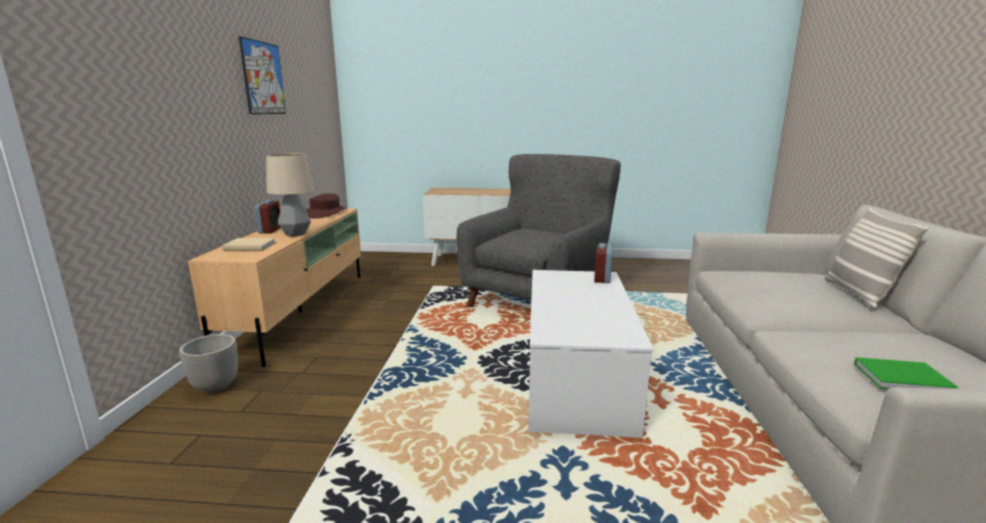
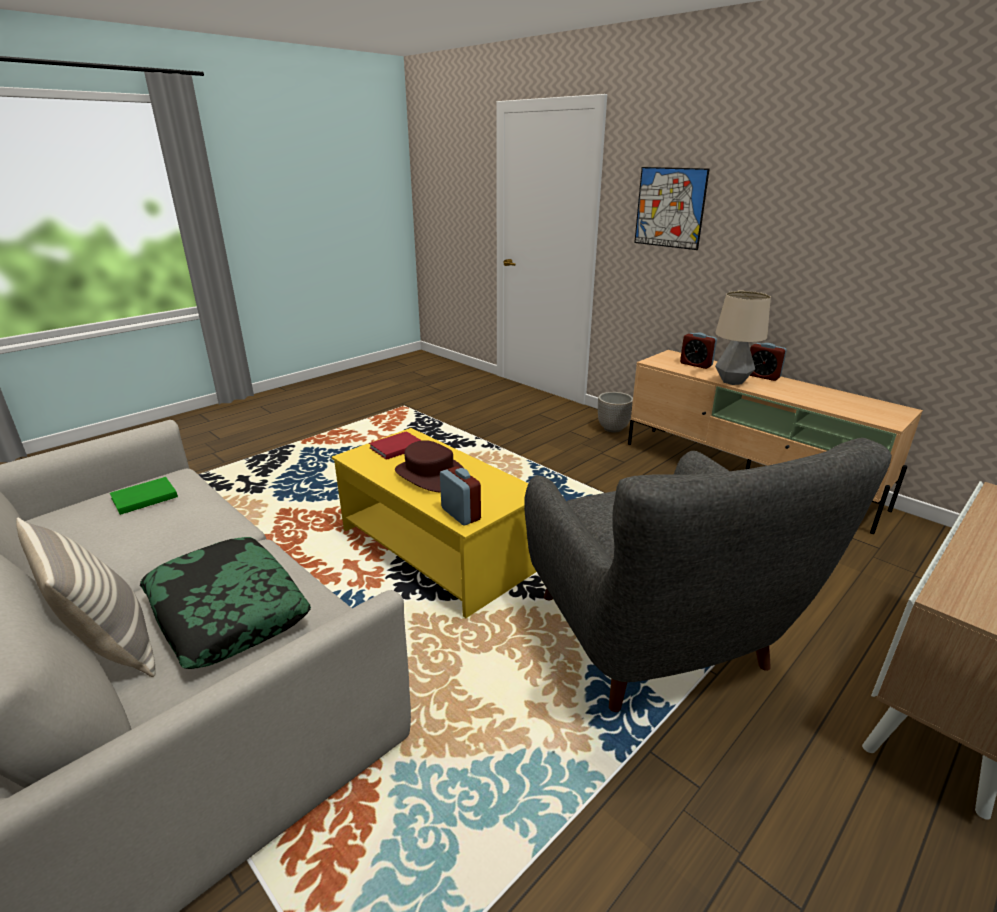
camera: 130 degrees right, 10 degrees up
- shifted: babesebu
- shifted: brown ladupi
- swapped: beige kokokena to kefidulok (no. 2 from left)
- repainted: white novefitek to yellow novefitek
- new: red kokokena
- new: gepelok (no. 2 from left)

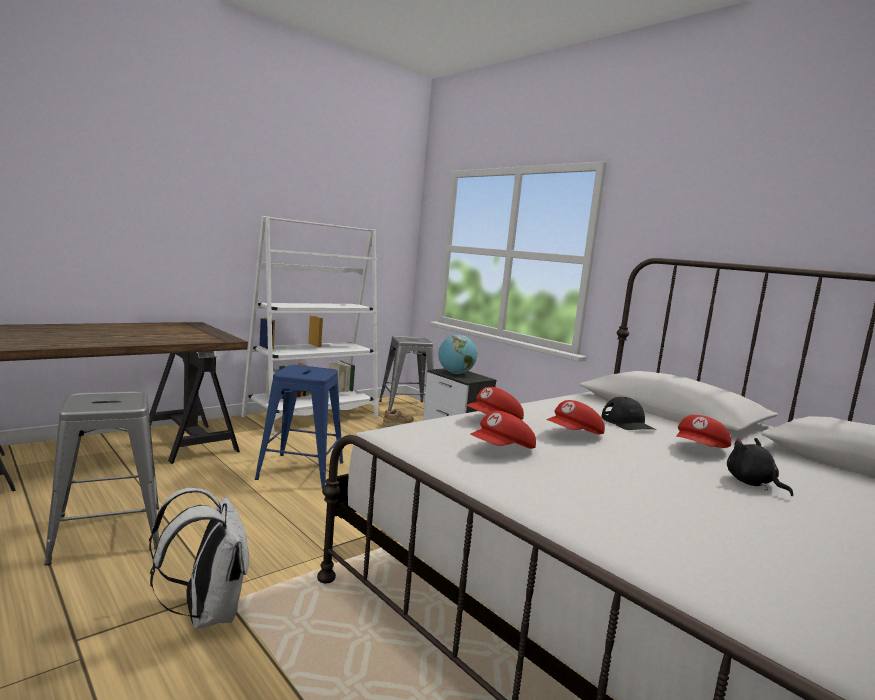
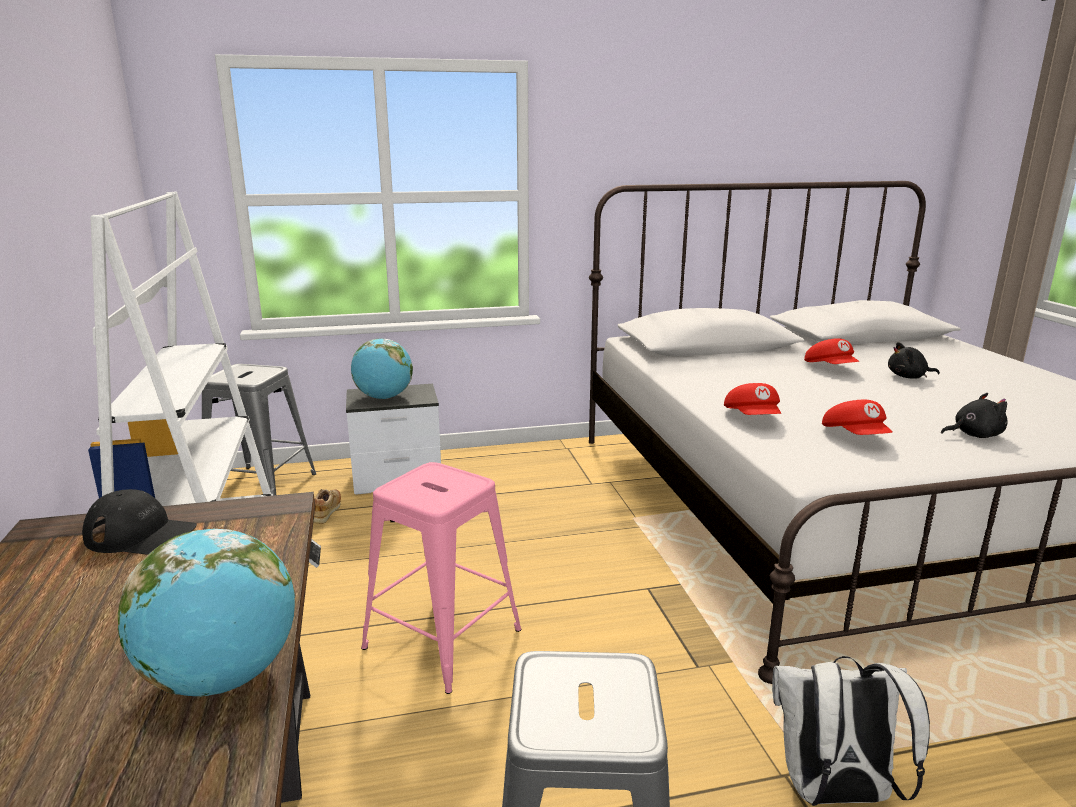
camera: 60 degrees left, 10 degrees up
- repainted: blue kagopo to pink kagopo
- shifted: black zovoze
- gone: red zovoze (no. 3 from left)
- new: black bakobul (no. 2 from left)
- new: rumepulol (no. 1 from left)

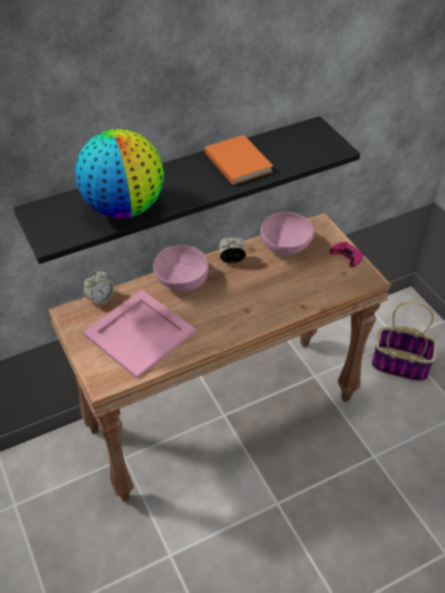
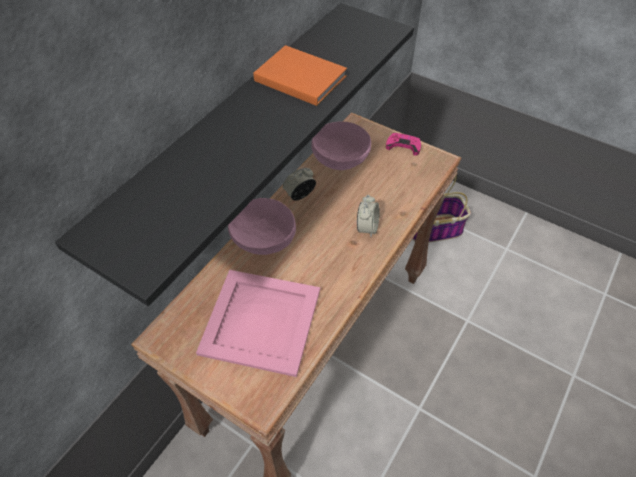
camera: 30 degrees left, 5 degrees up
- gone: rumepulol
- shifted: kefidulok (no. 1 from left in the first image) to kefidulok (no. 2 from left)

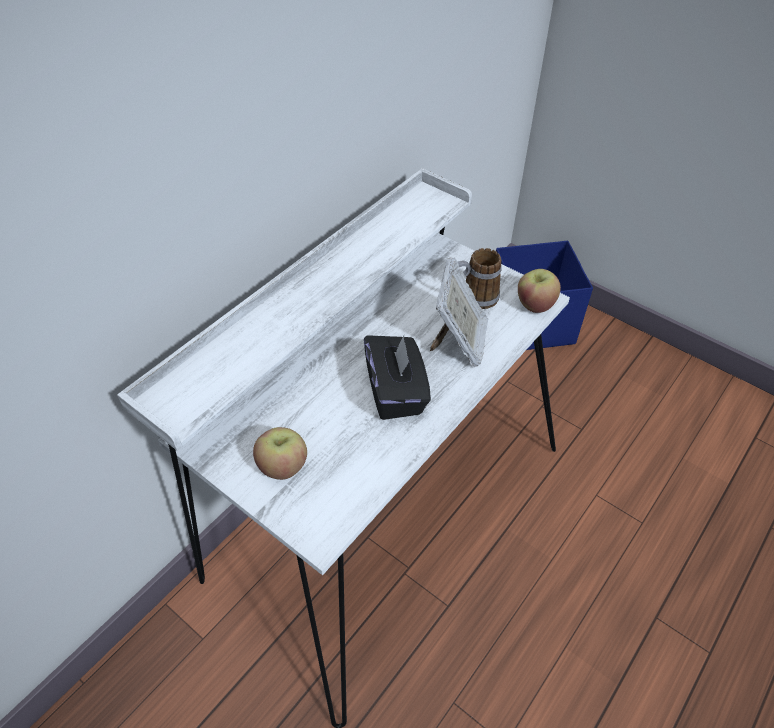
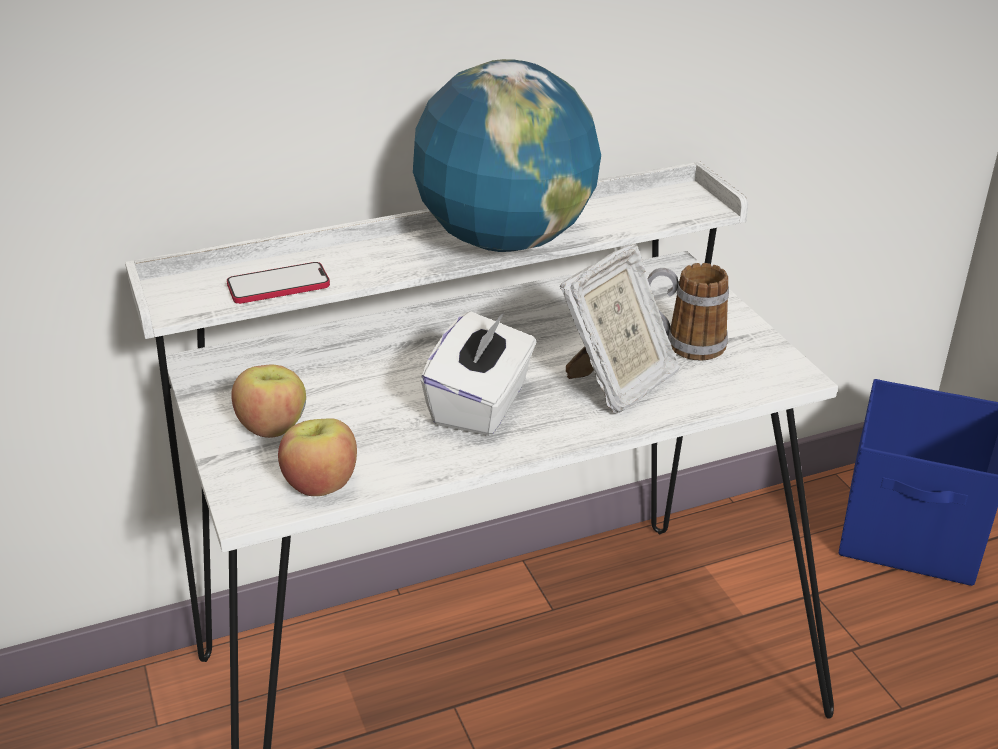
camera: 30 degrees right, 15 degrees down
- shifted: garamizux (no. 2 from left)
- repainted: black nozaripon to white nozaripon
- new: rumepulol
- new: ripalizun

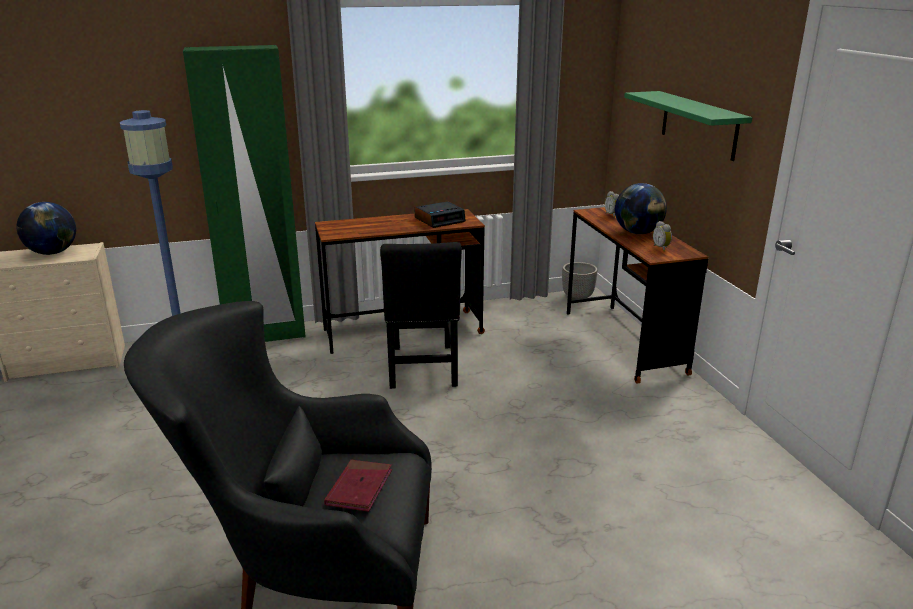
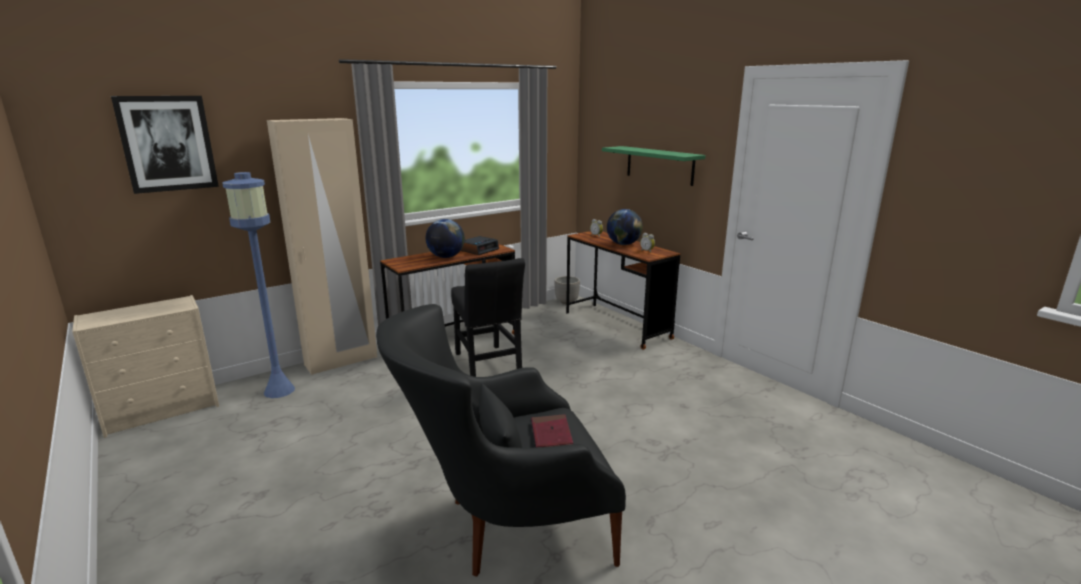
camera: 20 degrees left, 5 degrees down
- repainted: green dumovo to beige dumovo
- shifted: rumepulol (no. 1 from left)
- new: babesebu

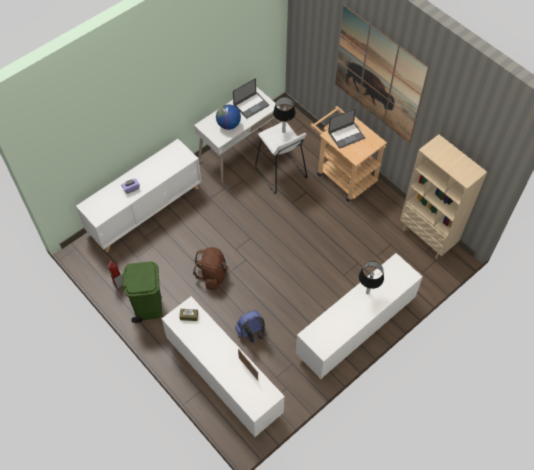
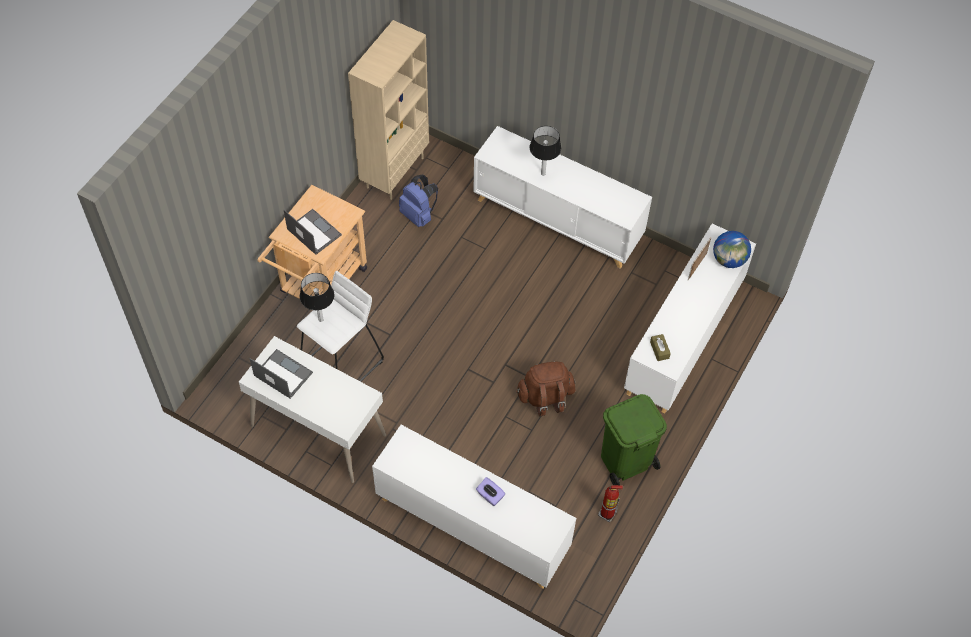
camera: 110 degrees left, 0 degrees up
- gone: babesebu
- shifted: rumepulol
- shifted: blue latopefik

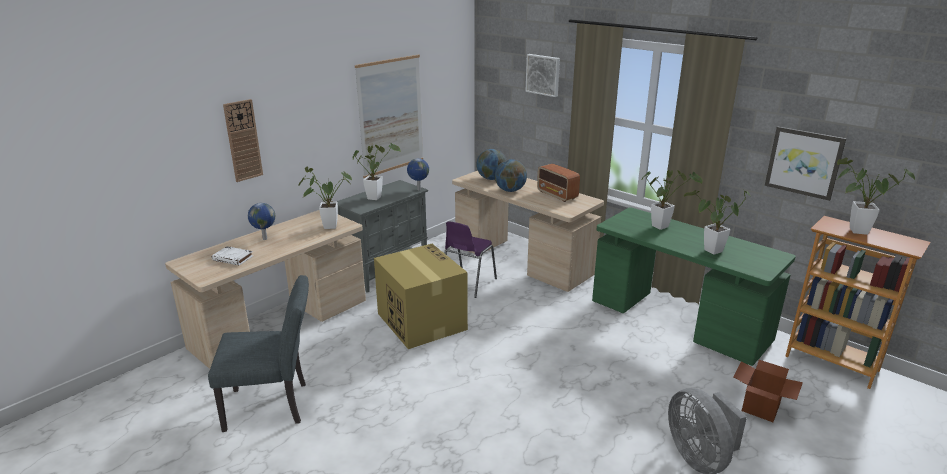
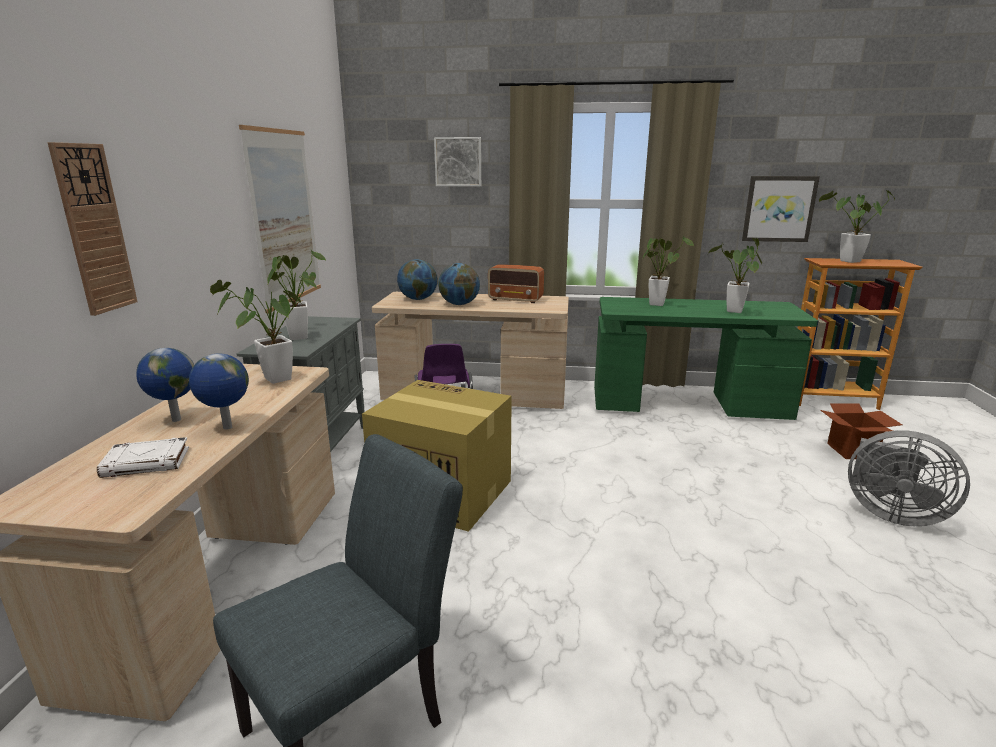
camera: 35 degrees left, 5 degrees down
- shifted: rumepulol (no. 2 from left)

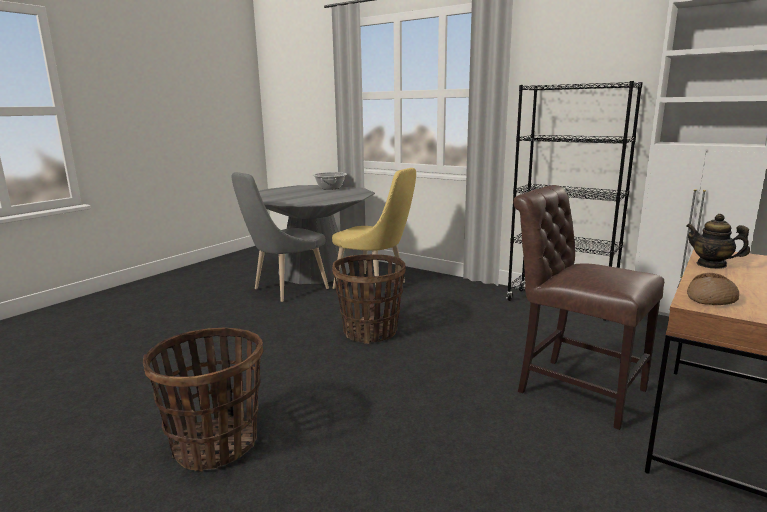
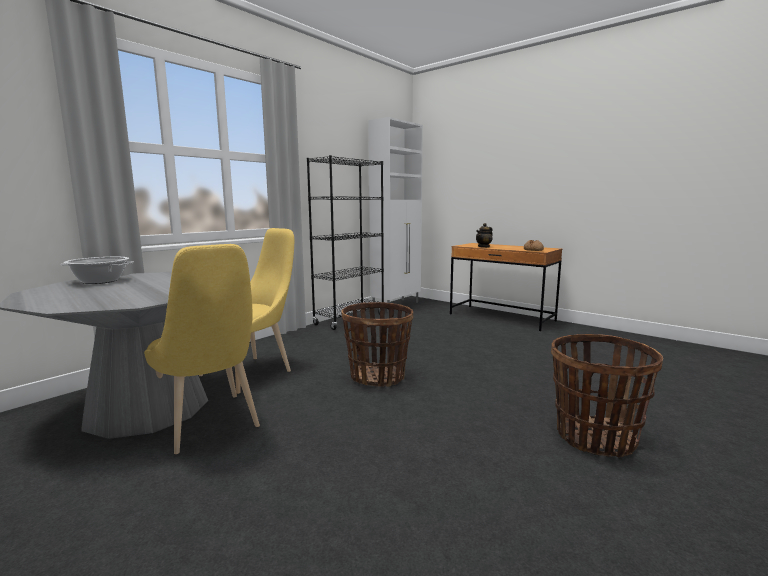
camera: 85 degrees left, 5 degrees down
- repainted: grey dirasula to yellow dirasula (no. 1 from left)
- gone: brown dirasula

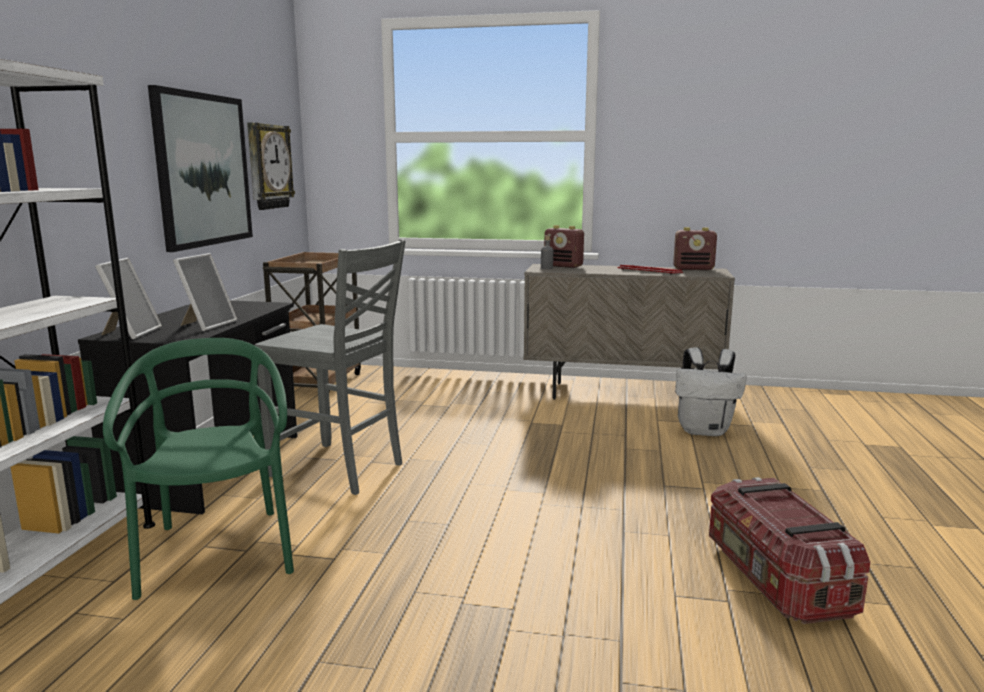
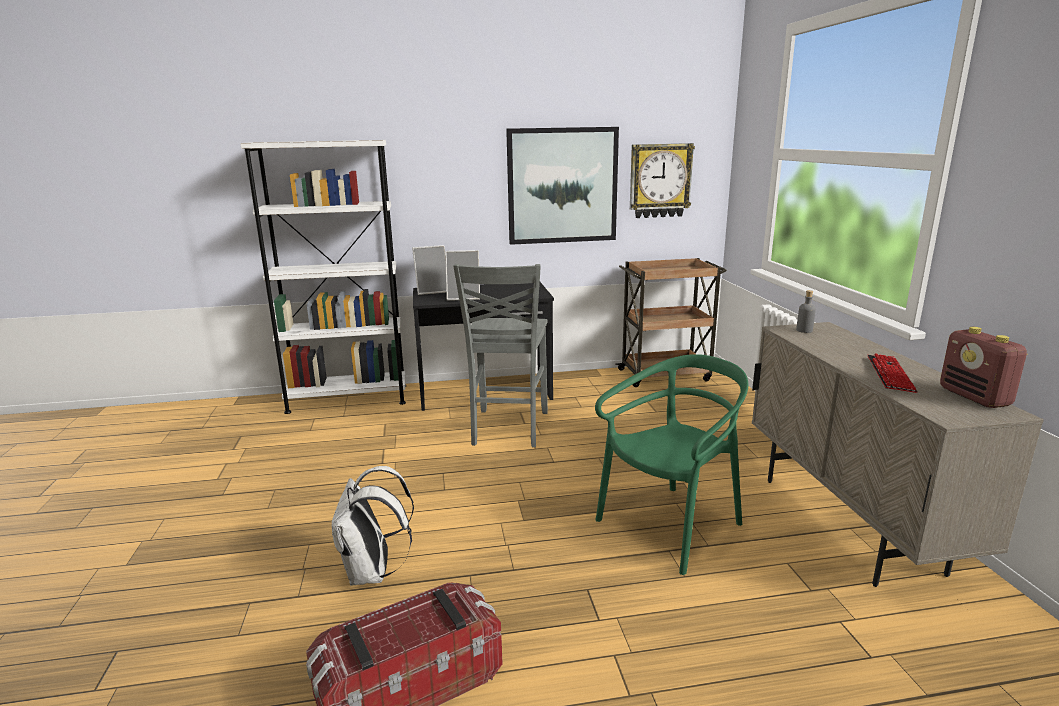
camera: 70 degrees right, 5 degrees up
- gone: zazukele (no. 1 from left)
- shifted: green dirasula
- shifted: white latopefik

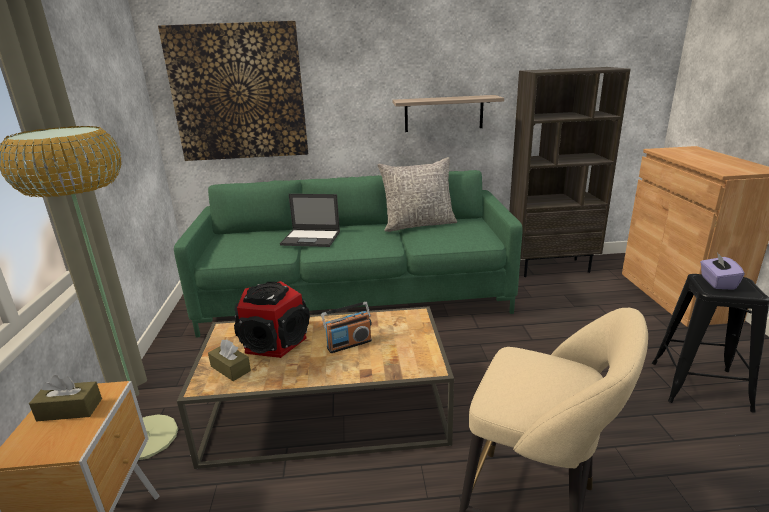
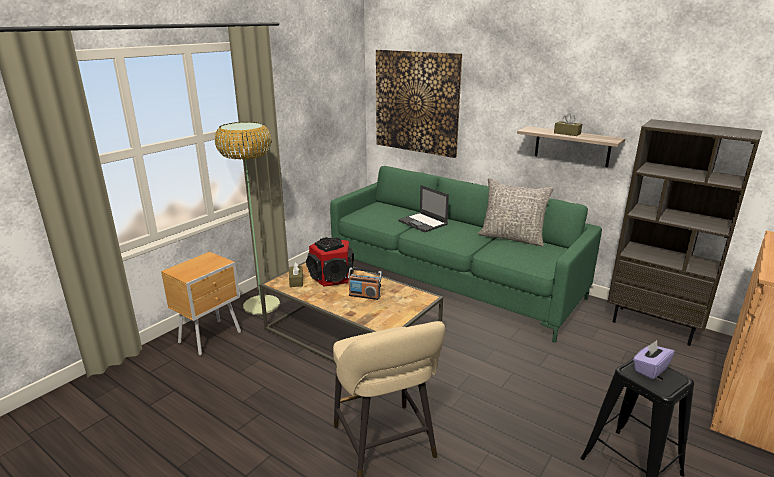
camera: 40 degrees right, 0 degrees up
- shifted: brown nozaripon (no. 1 from left in the first image) to brown nozaripon (no. 2 from left)

